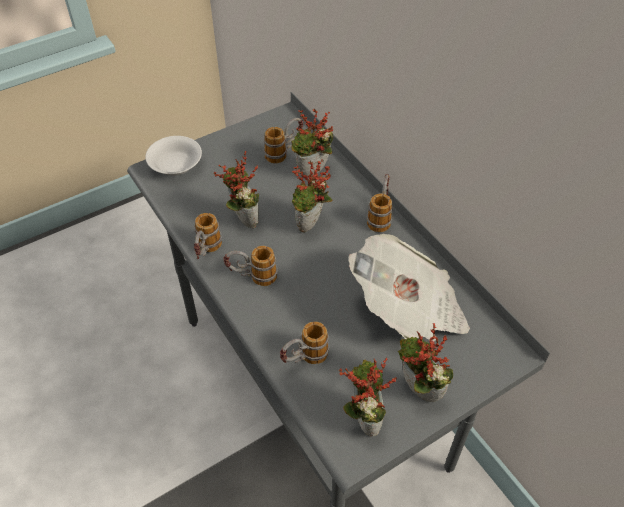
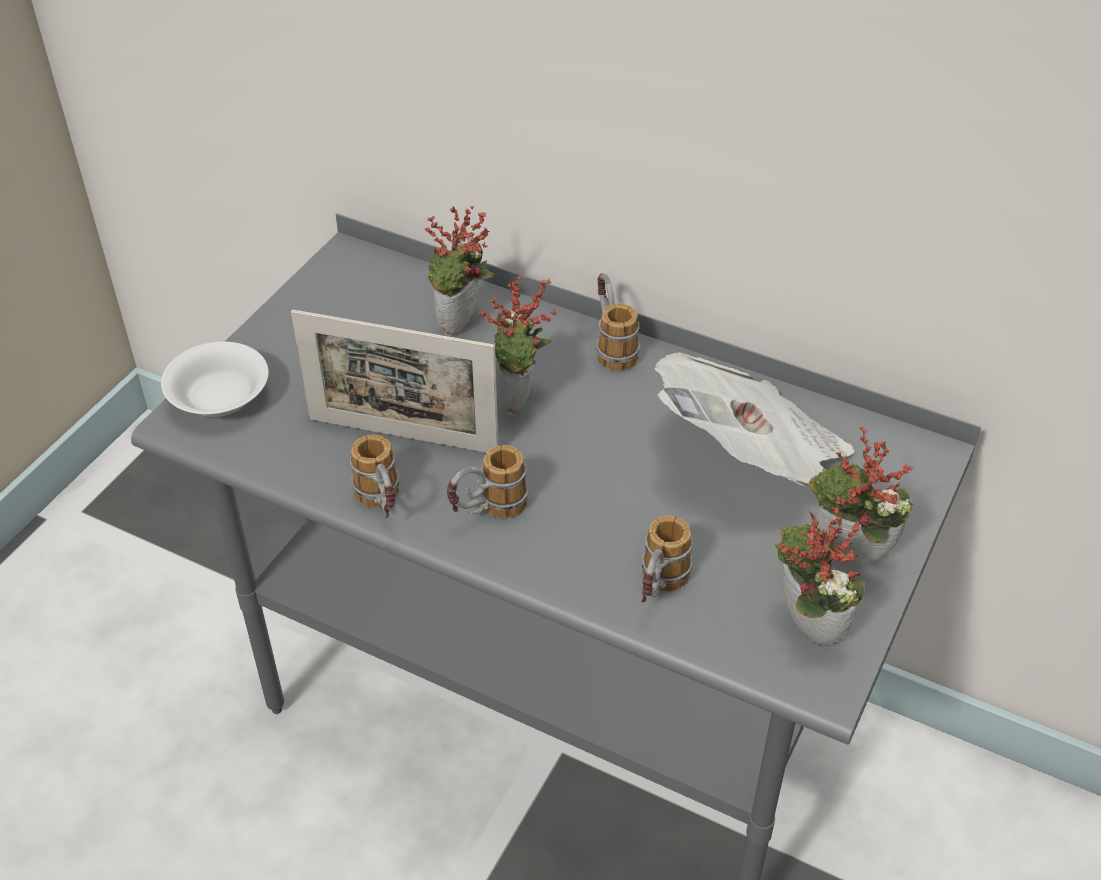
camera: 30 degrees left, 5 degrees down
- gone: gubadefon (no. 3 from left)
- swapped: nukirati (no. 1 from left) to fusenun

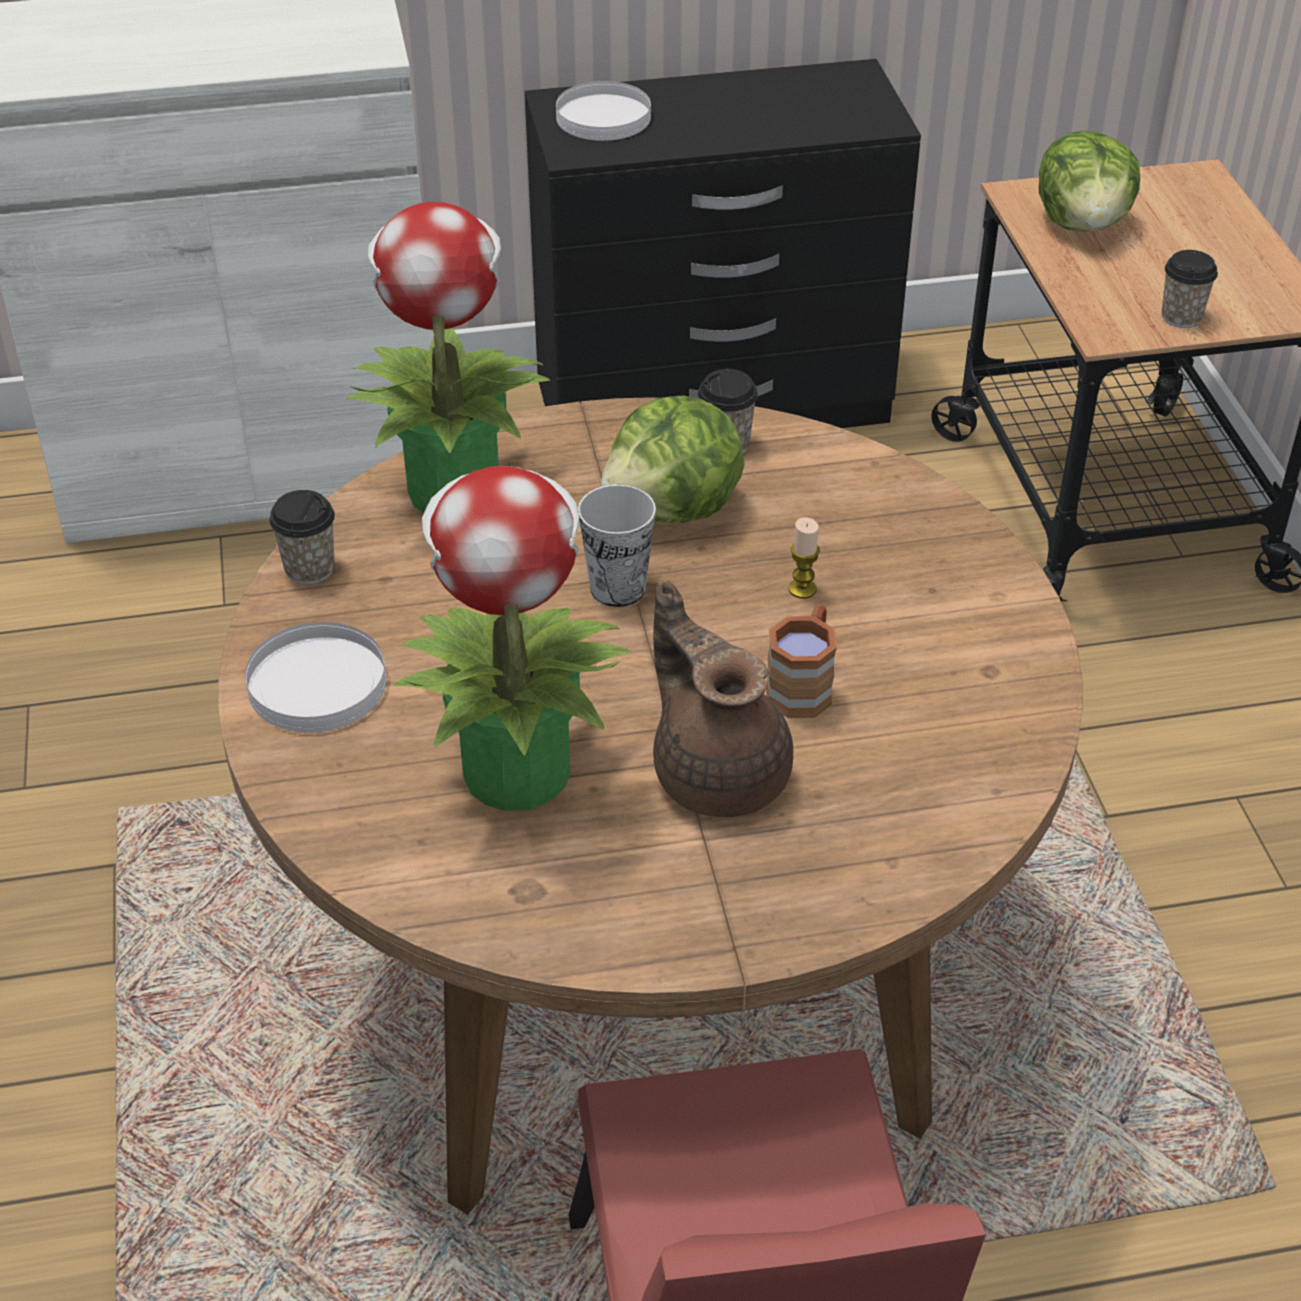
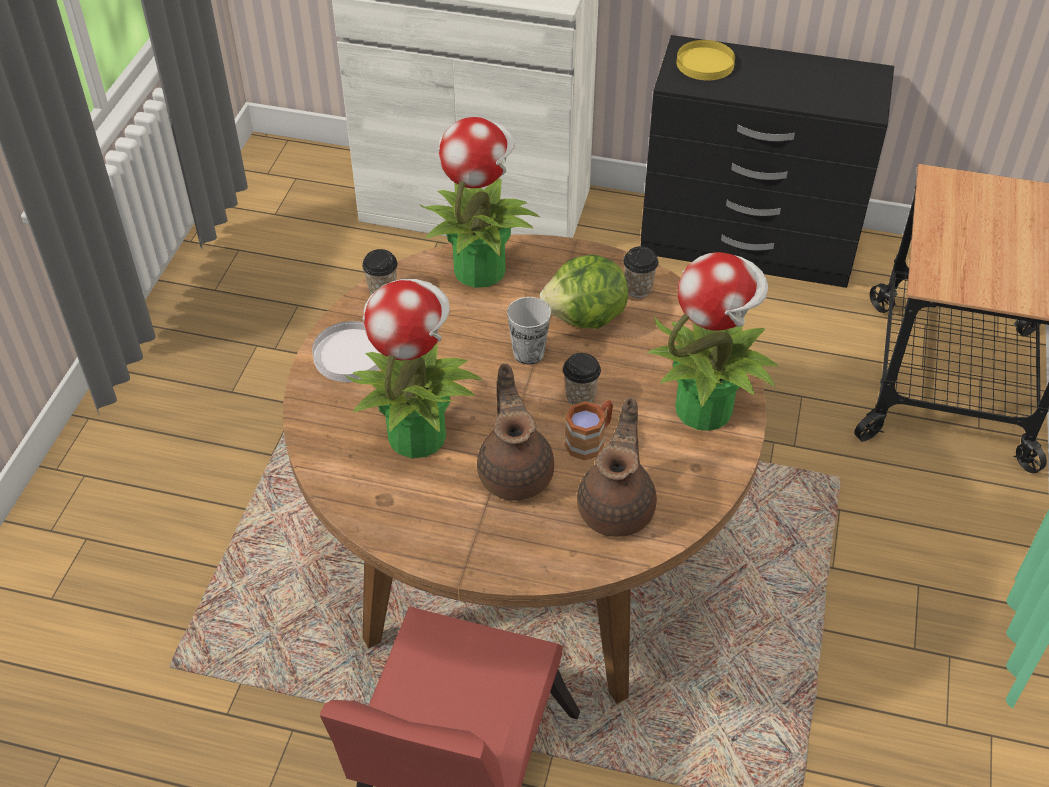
camera: 25 degrees right, 5 degrees up
- repainted: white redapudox (no. 2 from left) to yellow redapudox
- gone: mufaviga (no. 2 from left)
- shifted: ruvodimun (no. 4 from left in the first image) to ruvodimun (no. 3 from left)
- gone: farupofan
- new: nukirati (no. 3 from left)
- new: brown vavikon (no. 2 from left)

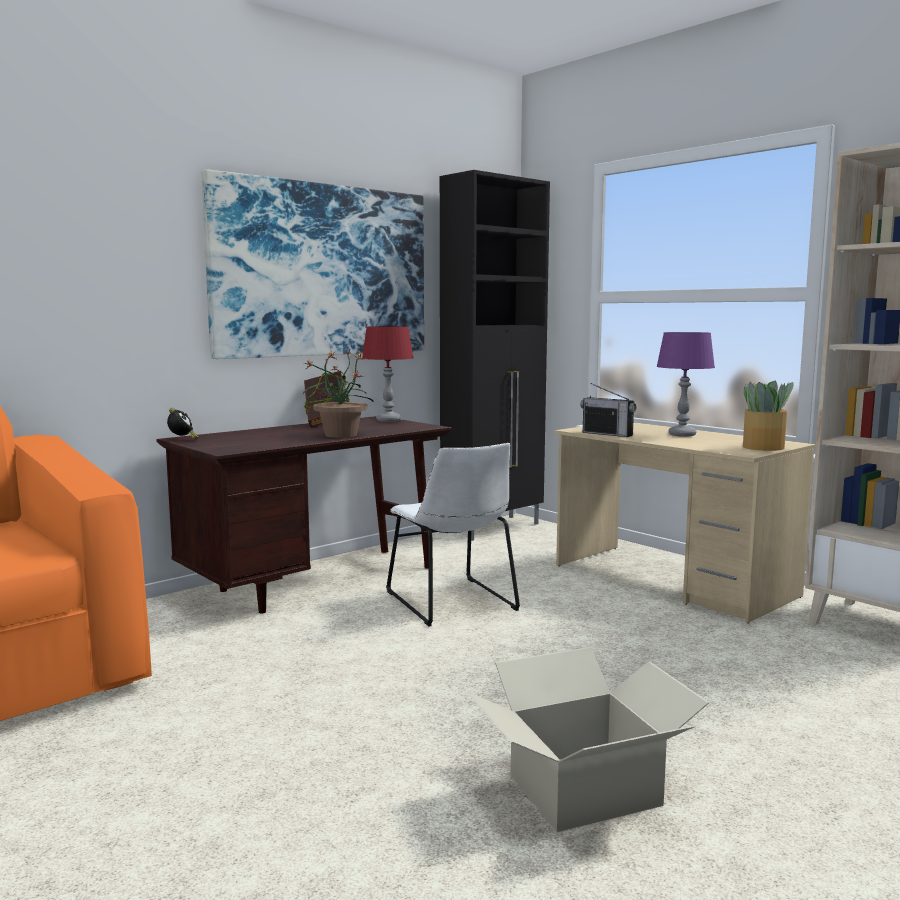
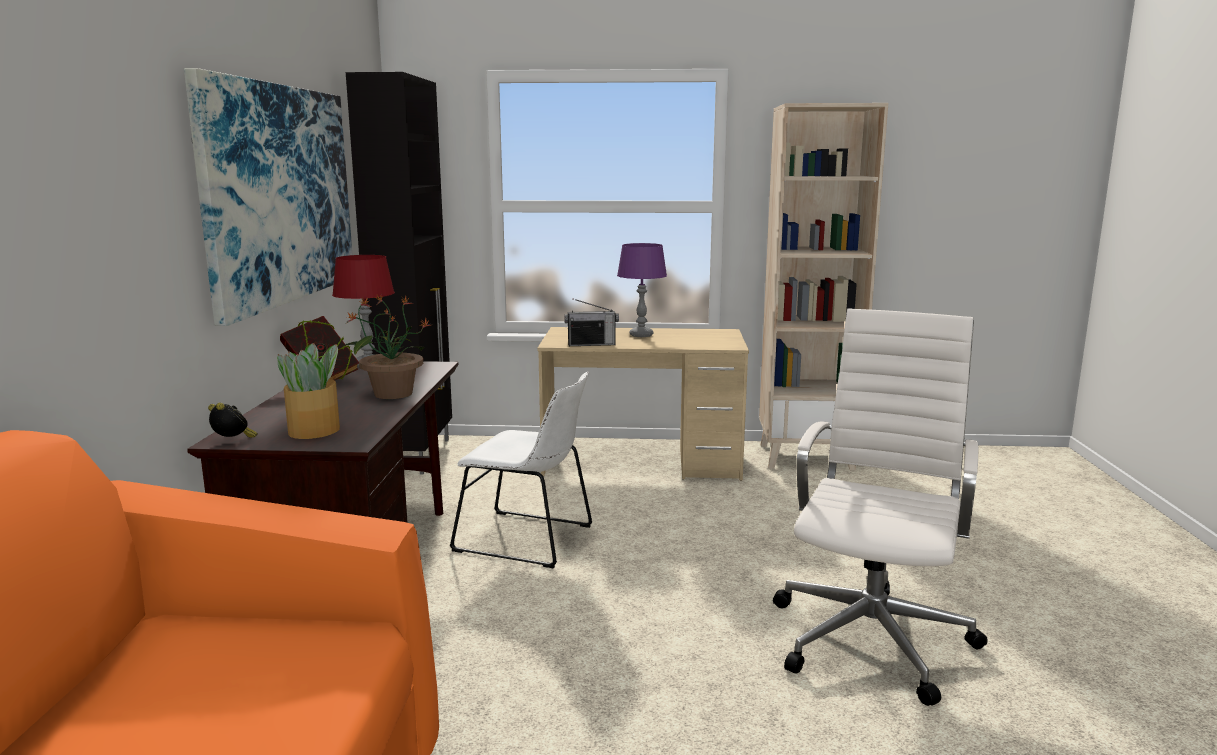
camera: 45 degrees left, 5 degrees up
- shifted: nukirati (no. 2 from left in the first image) to nukirati (no. 1 from left)
- swapped: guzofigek to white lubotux

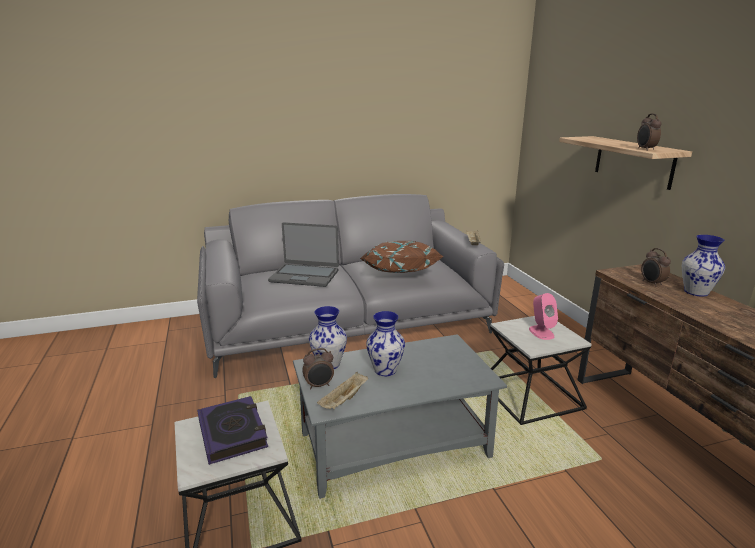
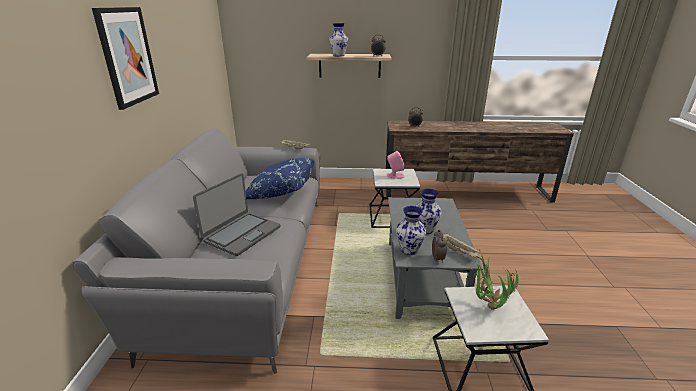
camera: 70 degrees left, 5 degrees up
- shifted: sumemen (no. 3 from left in the first image) to sumemen (no. 1 from left)
- repainted: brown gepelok to blue gepelok
- swapped: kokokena to nukirati
- new: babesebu

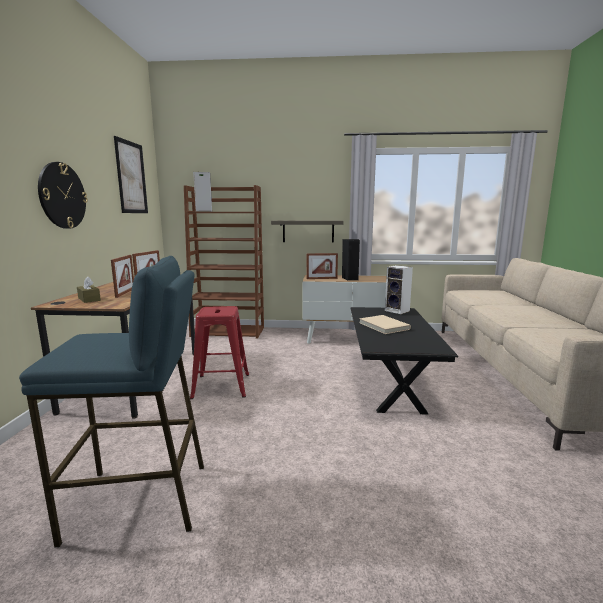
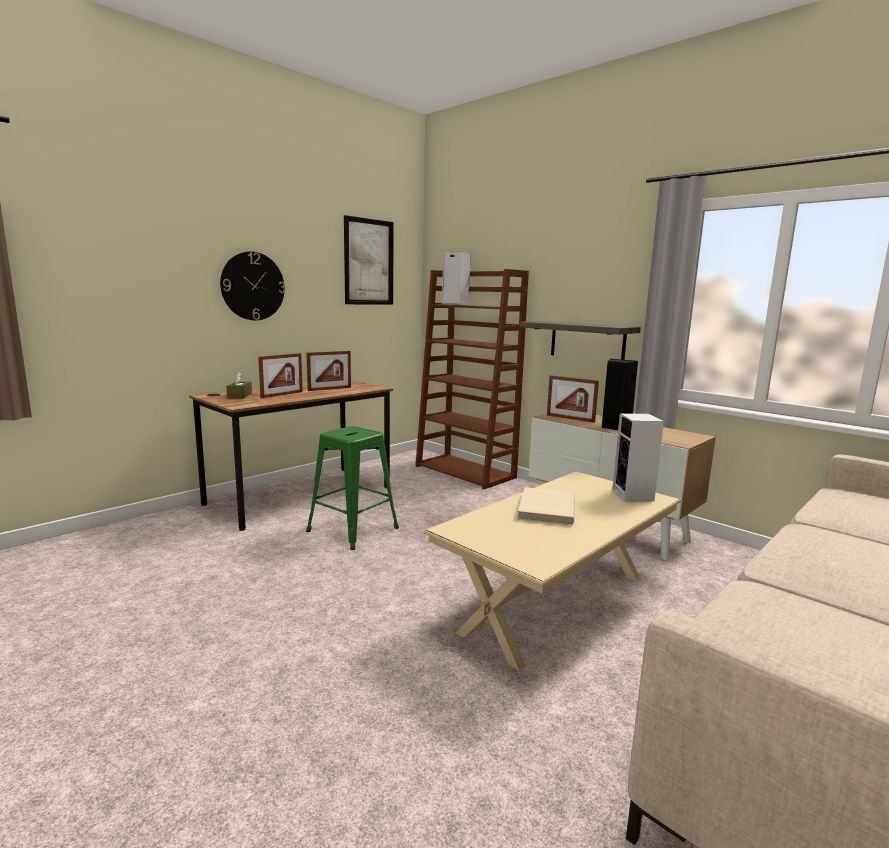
camera: 40 degrees right, 0 degrees up
- gone: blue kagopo
- repainted: red kagopo to green kagopo
- repainted: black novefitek to beige novefitek

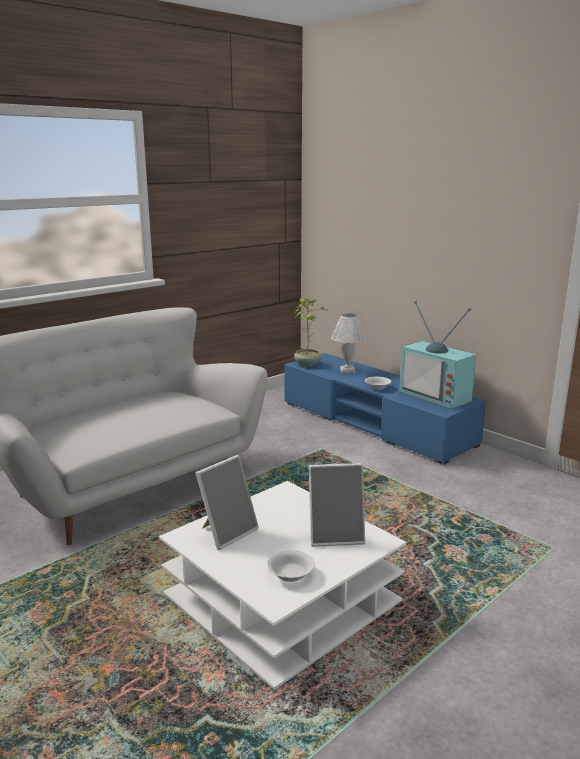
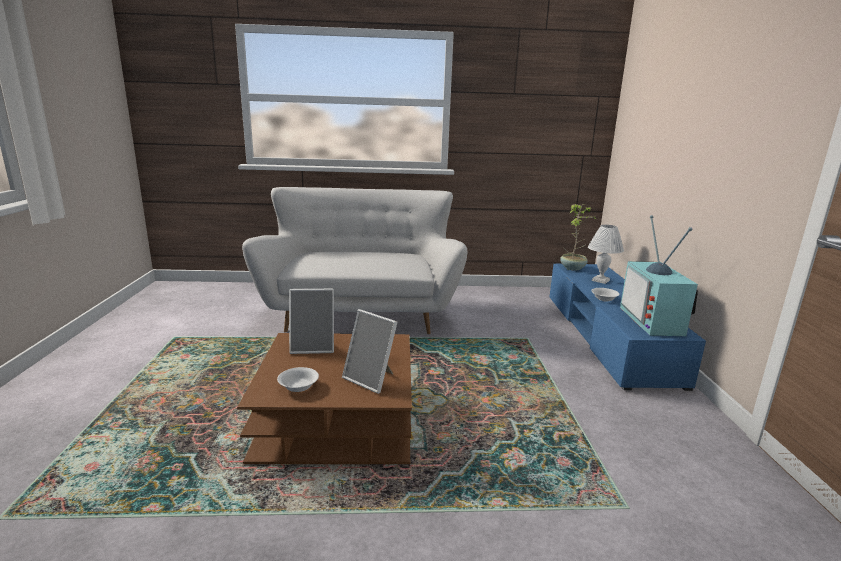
camera: 40 degrees right, 0 degrees up
- repainted: white novefitek to brown novefitek

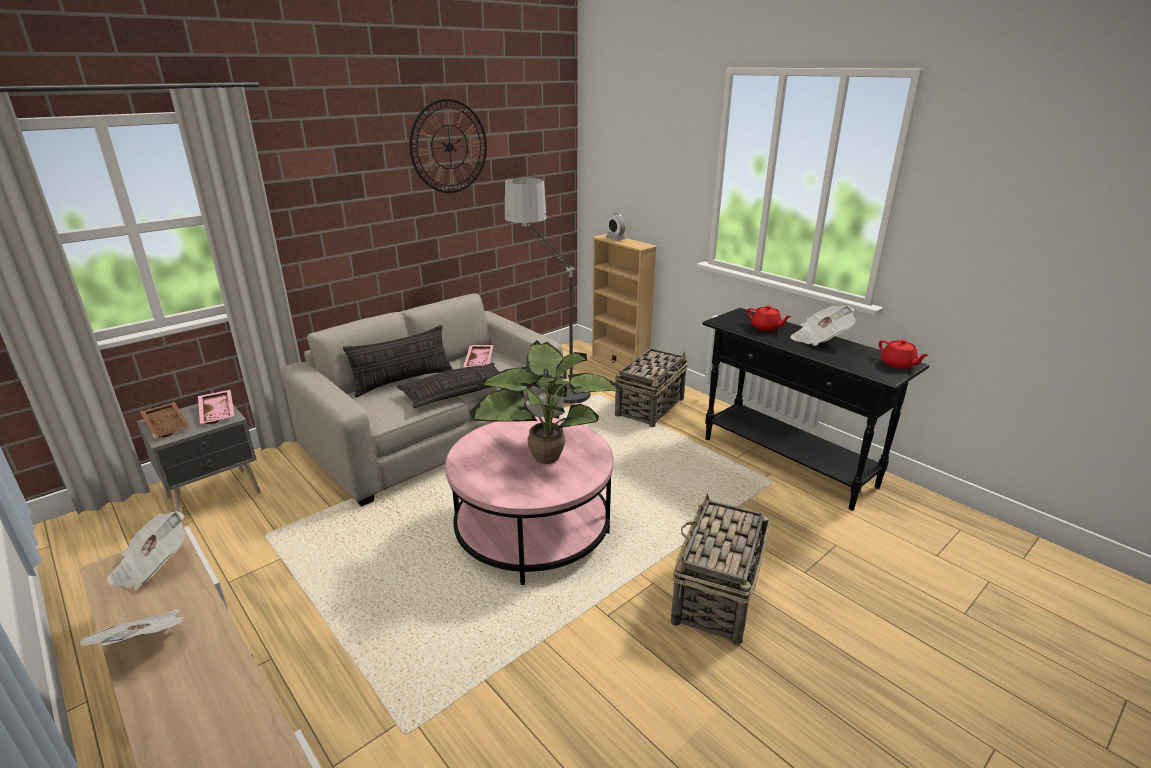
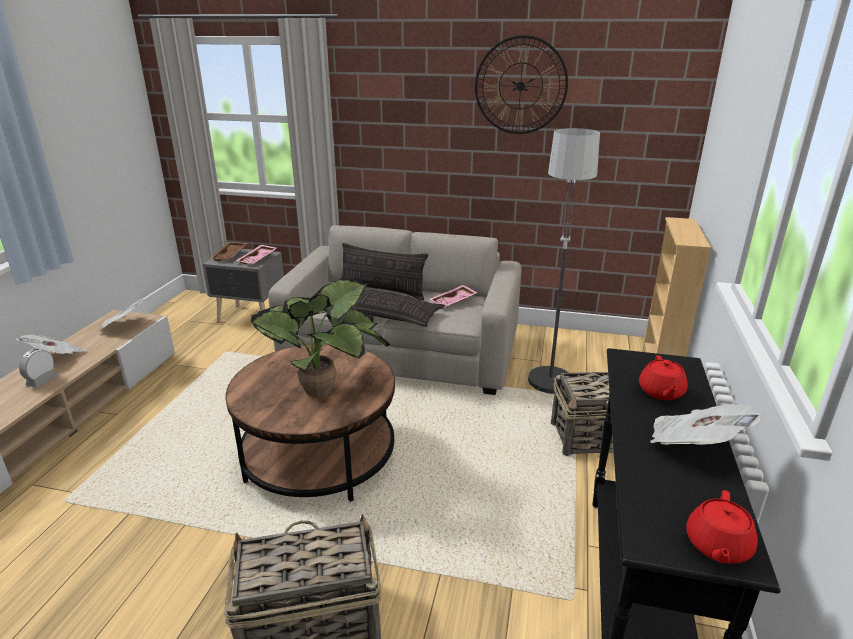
camera: 55 degrees right, 0 degrees up
- shifted: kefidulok
- repainted: pink novefitek to brown novefitek

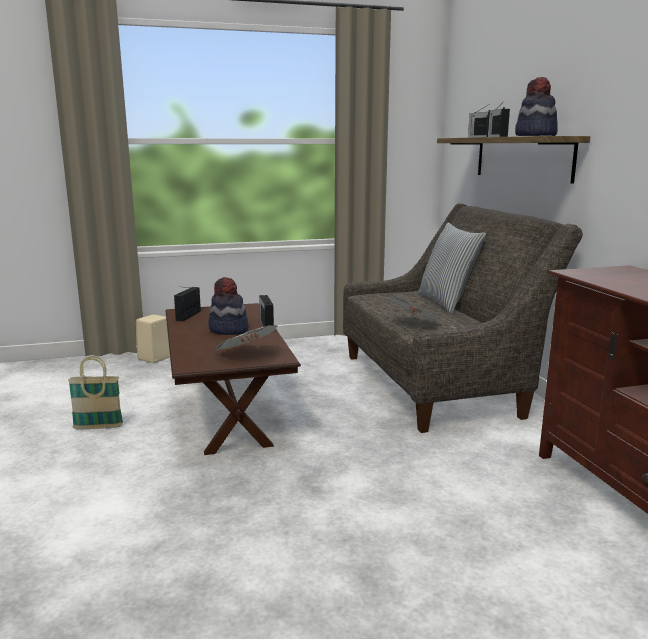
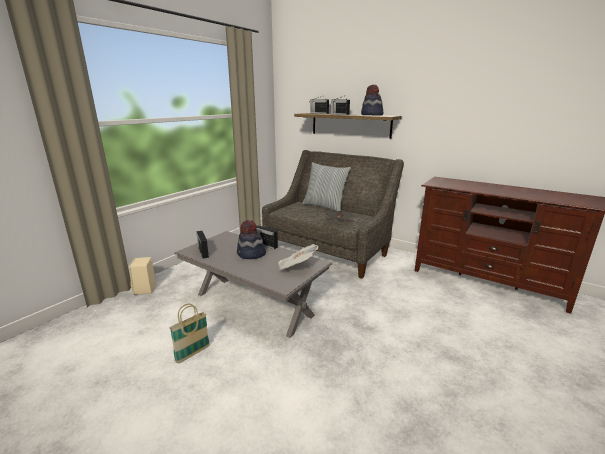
camera: 40 degrees left, 5 degrees up
- repainted: brown novefitek to grey novefitek

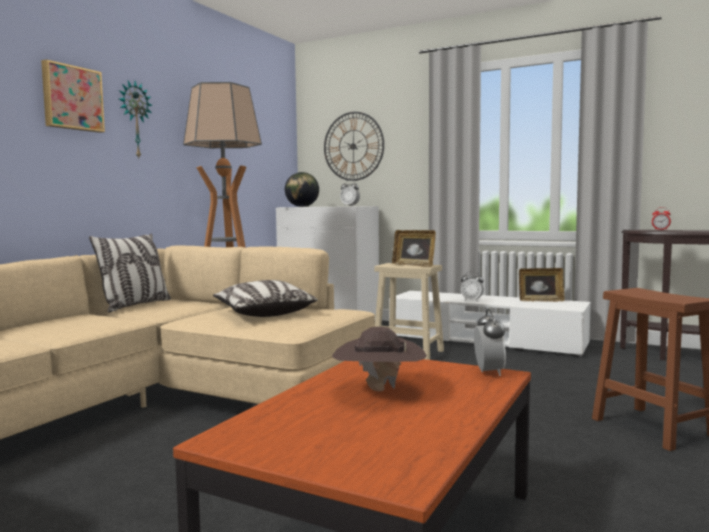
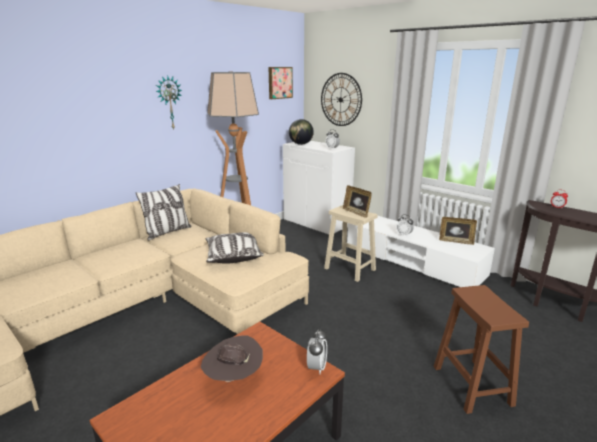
camera: 15 degrees right, 15 degrees up
- shifted: babesebu

